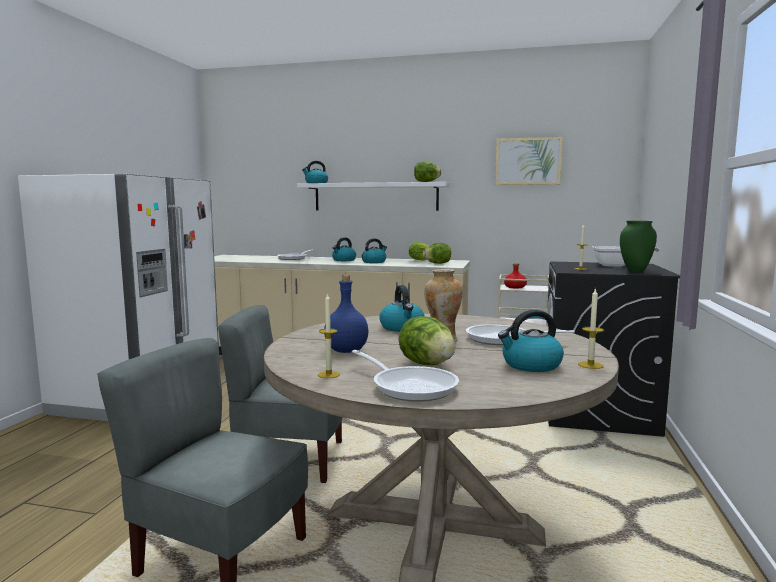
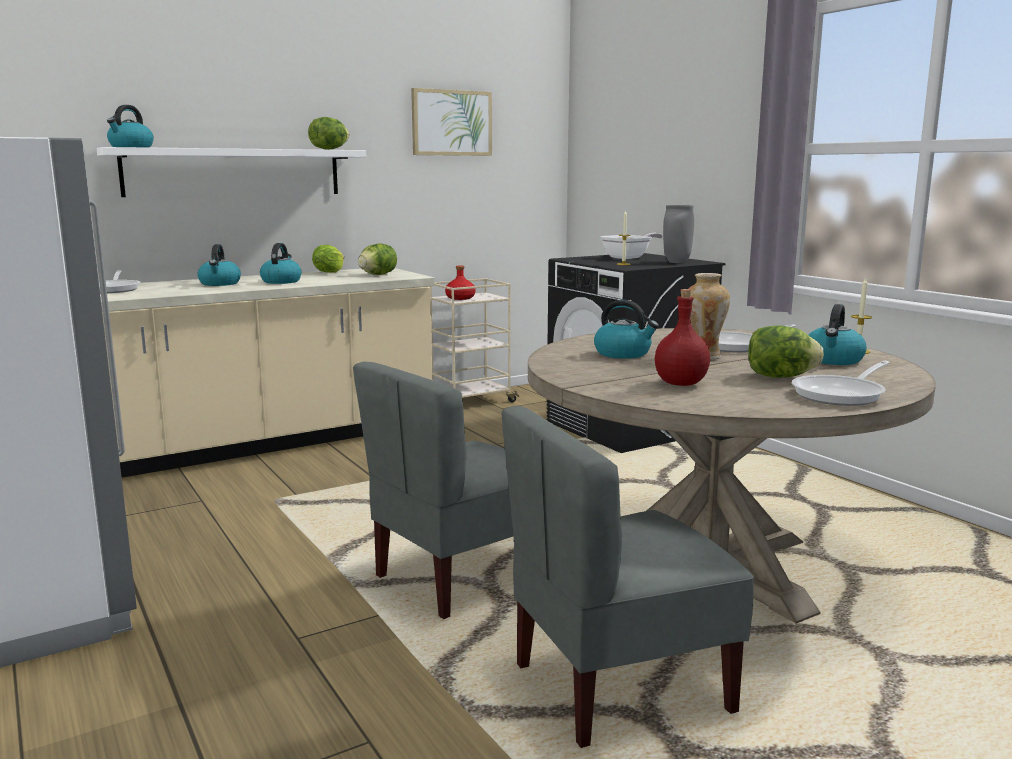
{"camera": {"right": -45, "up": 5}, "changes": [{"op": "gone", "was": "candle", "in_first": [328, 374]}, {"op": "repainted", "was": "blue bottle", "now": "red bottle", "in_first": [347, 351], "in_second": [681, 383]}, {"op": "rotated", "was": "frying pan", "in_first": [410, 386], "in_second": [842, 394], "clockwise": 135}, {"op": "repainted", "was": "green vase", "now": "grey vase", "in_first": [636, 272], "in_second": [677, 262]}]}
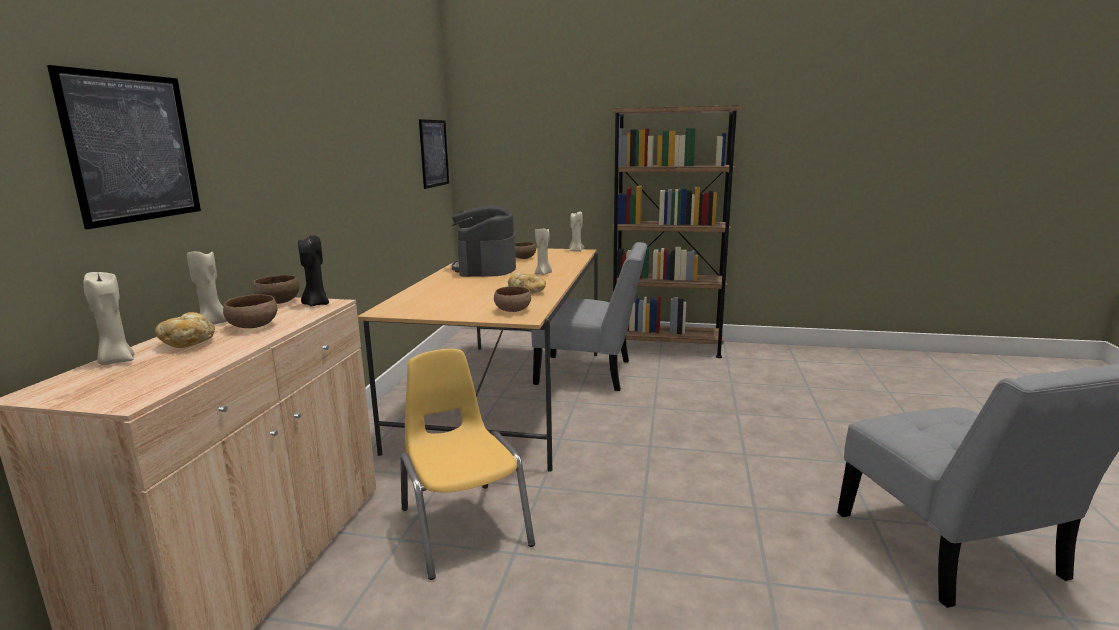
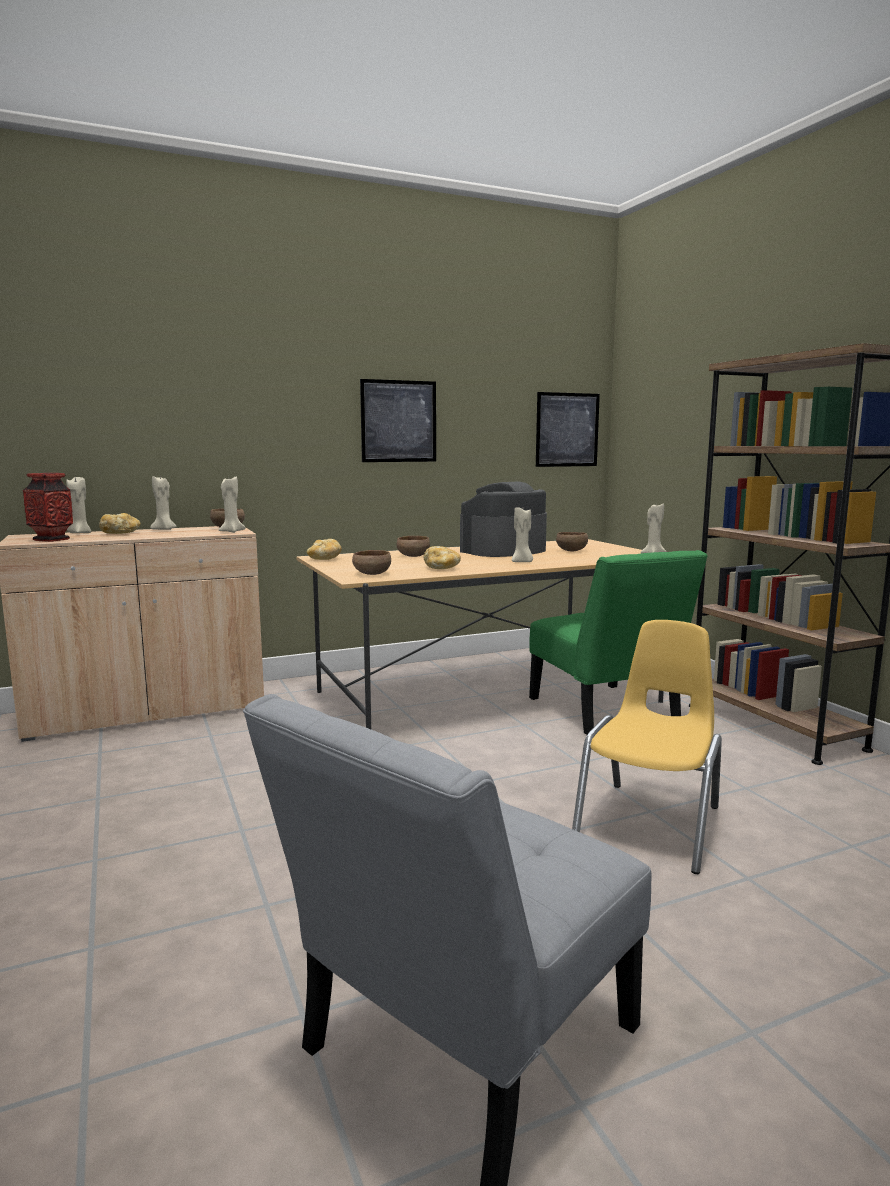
{"camera": {"right": 55, "up": -5}, "changes": [{"op": "shifted", "was": "picture", "in_first": [133, 148], "in_second": [398, 421]}, {"op": "shifted", "was": "brown bowl", "in_first": [254, 327], "in_second": [413, 556]}, {"op": "repainted", "was": "black candle", "now": "beige candle", "in_first": [316, 304], "in_second": [231, 531]}, {"op": "shifted", "was": "yellow chair", "in_first": [463, 526], "in_second": [650, 824]}, {"op": "repainted", "was": "grey chair", "now": "green chair", "in_first": [590, 373], "in_second": [606, 712]}, {"op": "new", "now": "vase", "in_second": [51, 540]}, {"op": "new", "now": "bread", "in_second": [324, 559]}]}
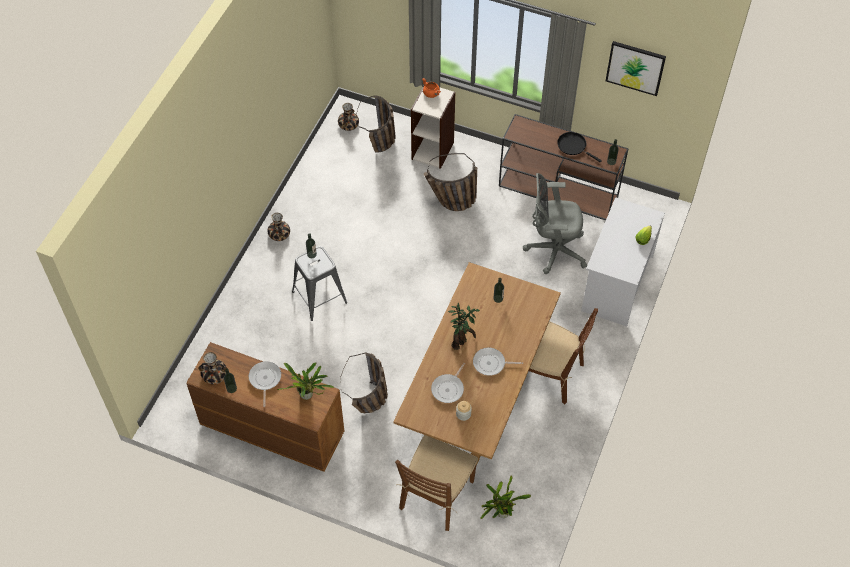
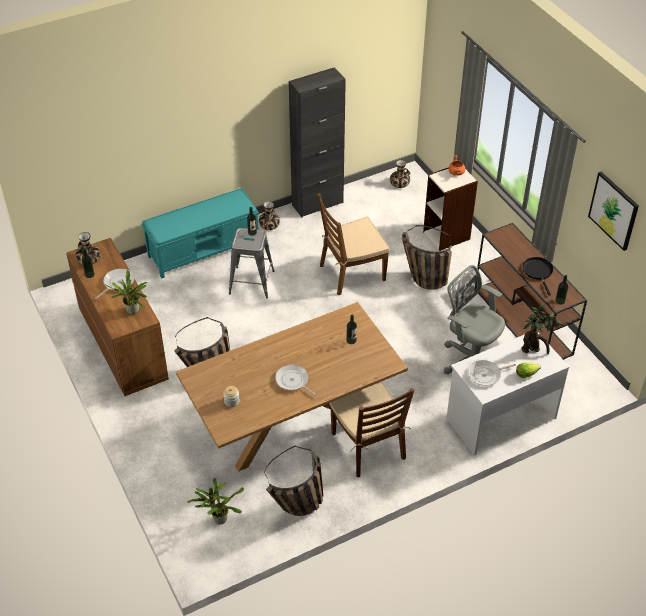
{"camera": {"right": 40, "up": -10}, "changes": [{"op": "shifted", "was": "basket", "in_first": [381, 146], "in_second": [297, 508]}, {"op": "shifted", "was": "brown chair", "in_first": [436, 495], "in_second": [351, 273]}, {"op": "shifted", "was": "frying pan", "in_first": [448, 388], "in_second": [486, 375]}, {"op": "shifted", "was": "potted plant", "in_first": [461, 342], "in_second": [533, 350]}, {"op": "new", "now": "turquoise bench", "in_second": [204, 249]}, {"op": "new", "now": "black cabinet", "in_second": [317, 204]}]}
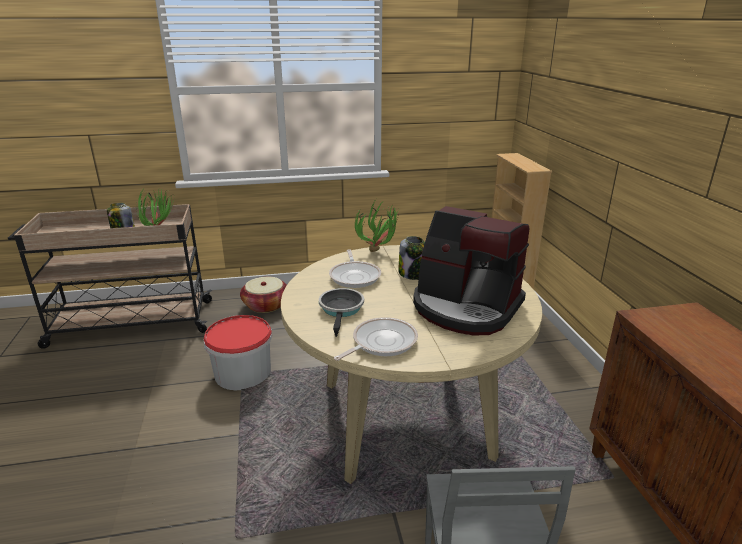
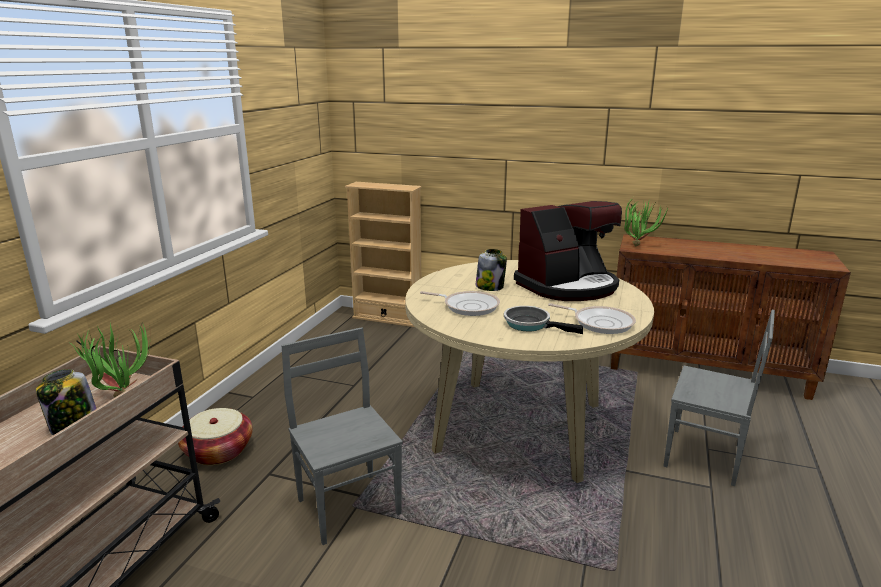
{"camera": {"right": -60, "up": -5}, "changes": [{"op": "swapped", "was": "bucket", "now": "grey chair", "in_first": [243, 373], "in_second": [349, 505]}, {"op": "rotated", "was": "frying pan", "in_first": [381, 342], "in_second": [600, 323], "clockwise": 135}, {"op": "shifted", "was": "potted plant", "in_first": [379, 252], "in_second": [638, 244]}]}
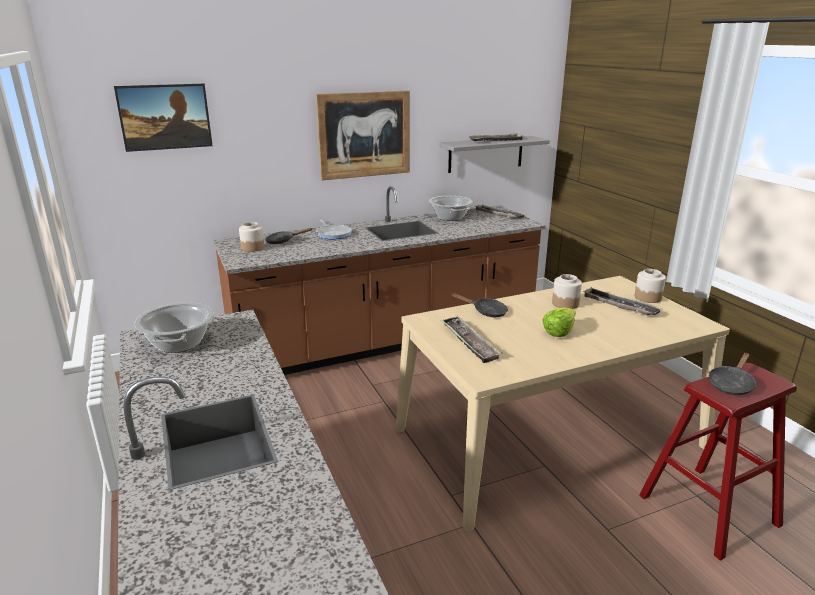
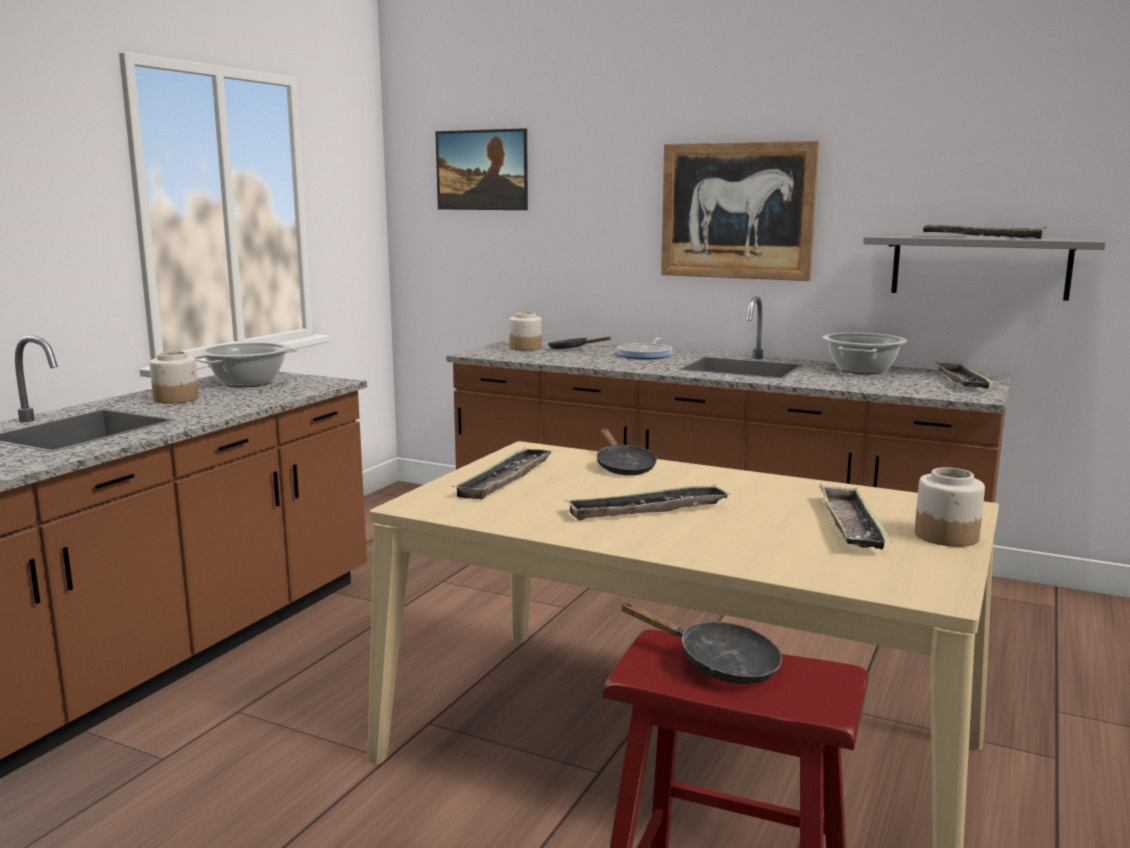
{"camera": {"right": 50, "up": -10}, "changes": [{"op": "swapped", "was": "lettuce", "now": "tray", "in_first": [558, 331], "in_second": [647, 510]}, {"op": "shifted", "was": "jar", "in_first": [565, 303], "in_second": [177, 399]}, {"op": "rotated", "was": "black frying pan", "in_first": [731, 384], "in_second": [718, 664], "clockwise": -150}]}
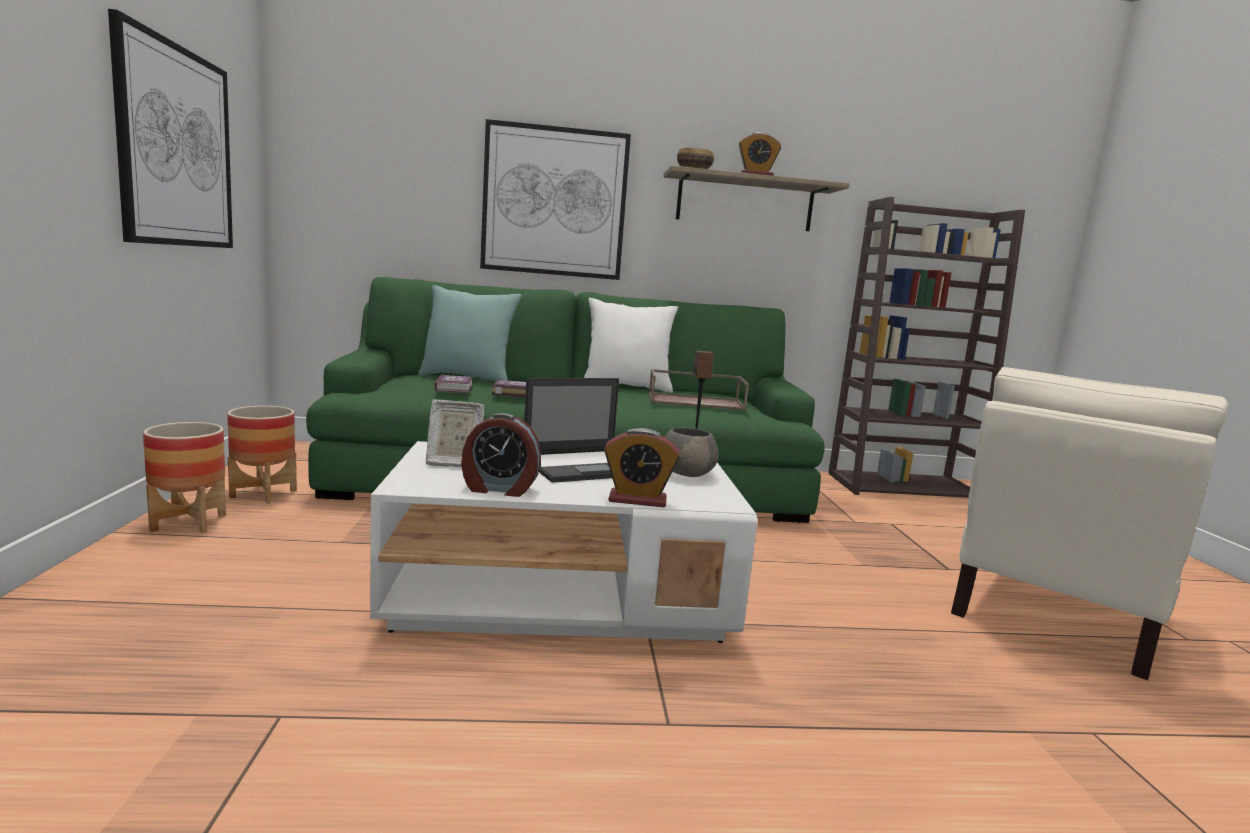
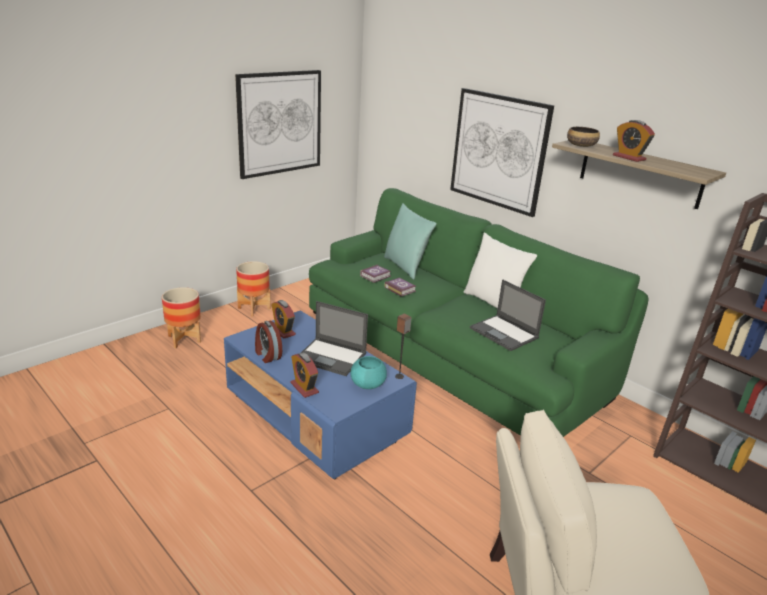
{"camera": {"right": 50, "up": 15}, "changes": [{"op": "shifted", "was": "planter", "in_first": [264, 494], "in_second": [185, 339]}, {"op": "repainted", "was": "white coffee table", "now": "blue coffee table", "in_first": [561, 597], "in_second": [315, 417]}, {"op": "swapped", "was": "picture frame", "now": "alarm clock", "in_first": [452, 463], "in_second": [283, 331]}, {"op": "swapped", "was": "brown tray", "now": "laptop", "in_first": [696, 402], "in_second": [504, 333]}, {"op": "repainted", "was": "grey bowl", "now": "turquoise bowl", "in_first": [687, 473], "in_second": [368, 384]}]}
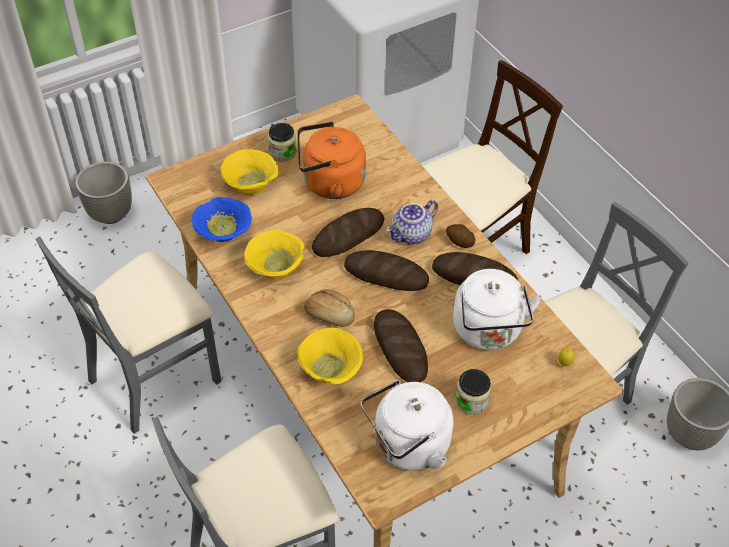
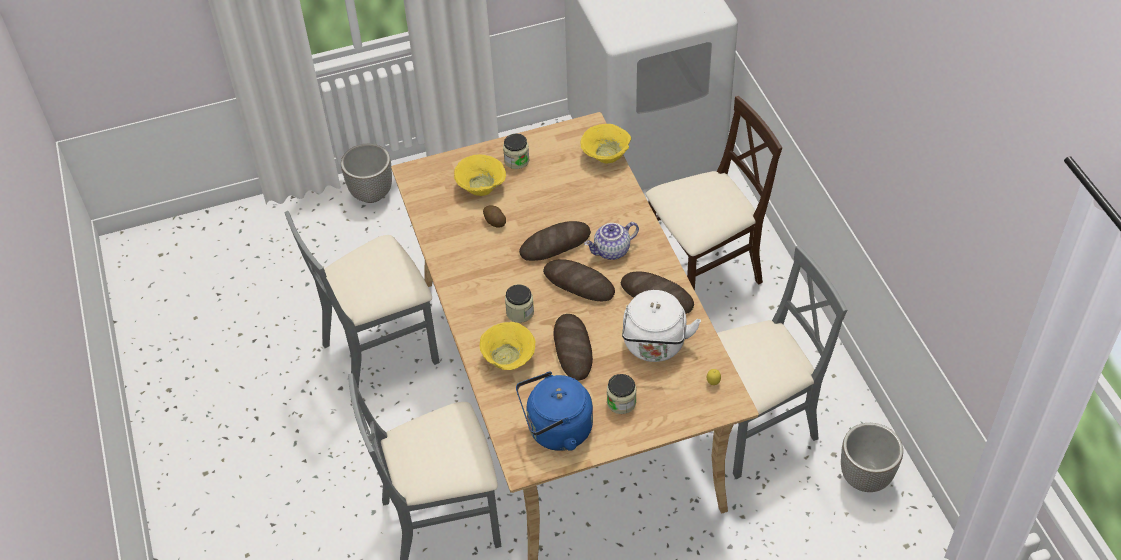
{"camera": {"right": 15, "up": 0}, "changes": [{"op": "gone", "was": "blue bowl", "in_first": [222, 234]}, {"op": "shifted", "was": "yellow bowl", "in_first": [276, 267], "in_second": [606, 154]}, {"op": "gone", "was": "orange kettle", "in_first": [329, 183]}, {"op": "swapped", "was": "bread", "now": "jar", "in_first": [329, 315], "in_second": [520, 312]}, {"op": "repainted", "was": "white kettle", "now": "blue kettle", "in_first": [407, 446], "in_second": [556, 431]}, {"op": "shifted", "was": "potato", "in_first": [459, 242], "in_second": [494, 221]}]}
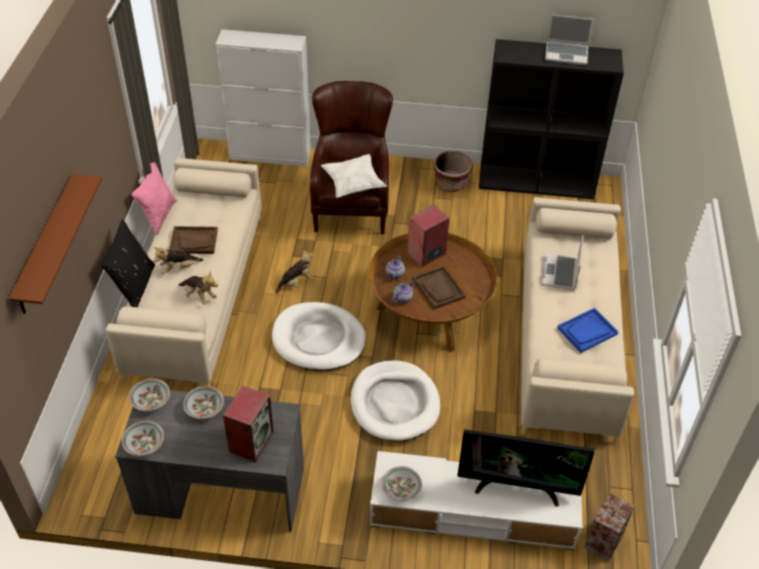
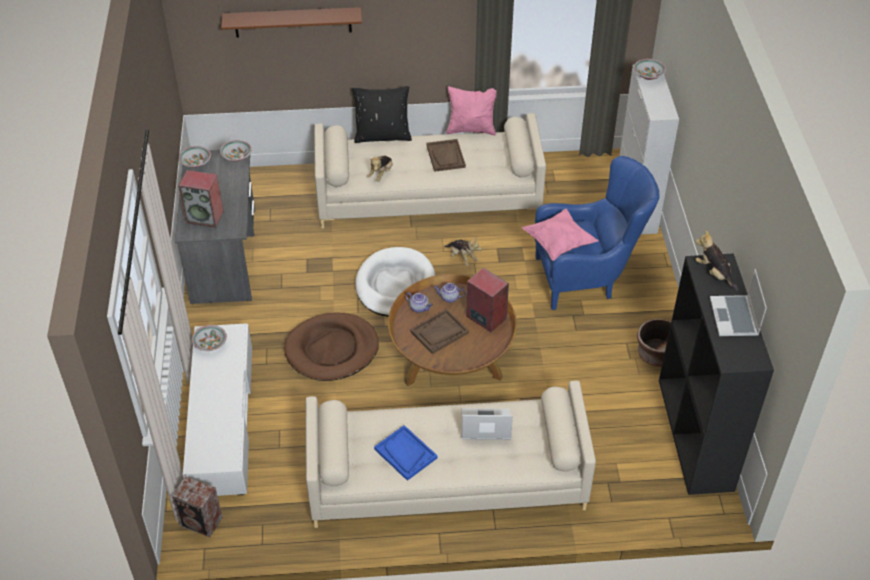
{"camera": {"right": 80, "up": 0}, "changes": [{"op": "shifted", "was": "plush toy", "in_first": [178, 268], "in_second": [714, 273]}, {"op": "shifted", "was": "bowl", "in_first": [204, 409], "in_second": [648, 75]}, {"op": "repainted", "was": "brown armchair", "now": "blue armchair", "in_first": [351, 204], "in_second": [586, 278]}, {"op": "repainted", "was": "white pillow", "now": "pink pillow", "in_first": [353, 185], "in_second": [558, 243]}, {"op": "repainted", "was": "white dog bed", "now": "brown dog bed", "in_first": [394, 403], "in_second": [332, 350]}, {"op": "gone", "was": "television", "in_first": [517, 486]}]}
